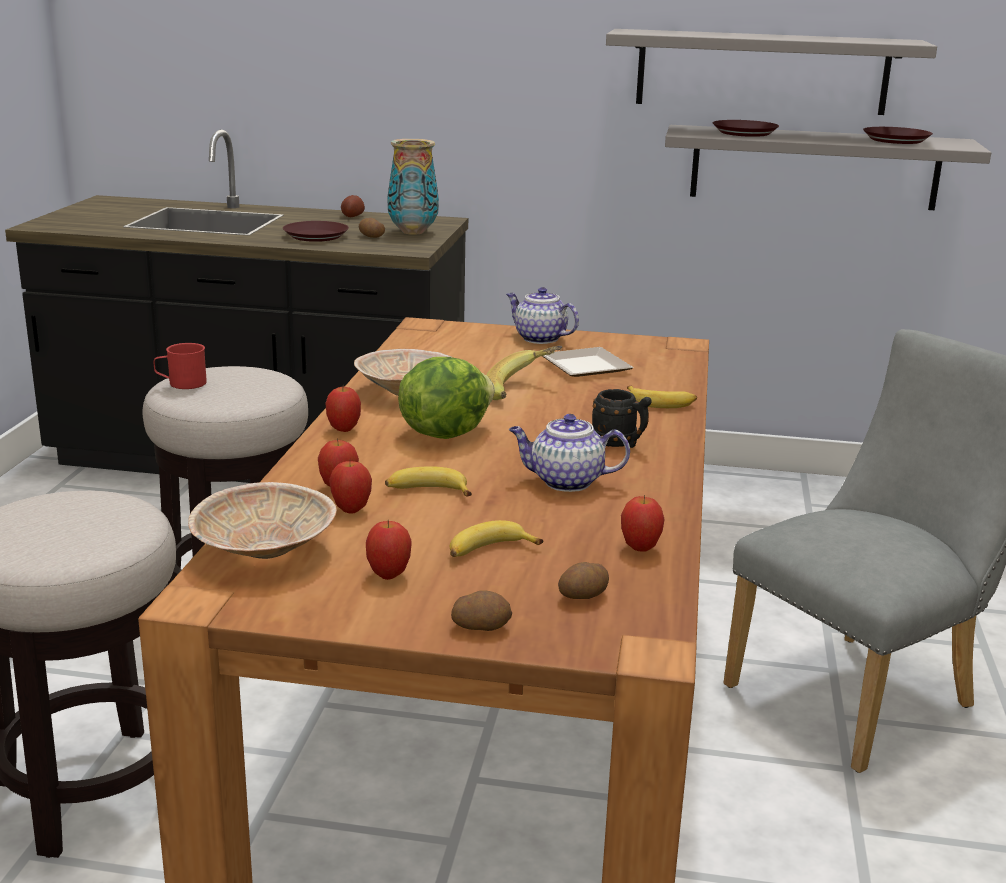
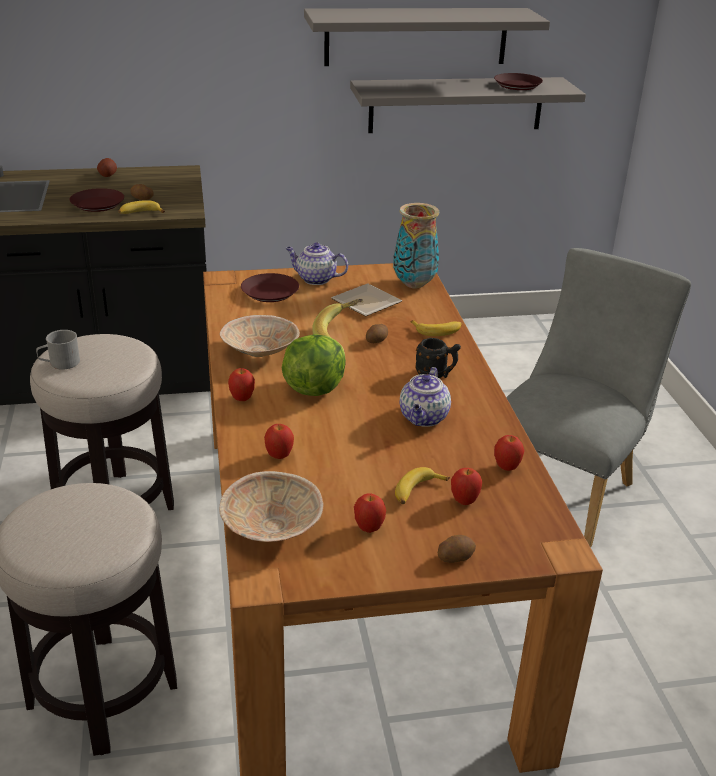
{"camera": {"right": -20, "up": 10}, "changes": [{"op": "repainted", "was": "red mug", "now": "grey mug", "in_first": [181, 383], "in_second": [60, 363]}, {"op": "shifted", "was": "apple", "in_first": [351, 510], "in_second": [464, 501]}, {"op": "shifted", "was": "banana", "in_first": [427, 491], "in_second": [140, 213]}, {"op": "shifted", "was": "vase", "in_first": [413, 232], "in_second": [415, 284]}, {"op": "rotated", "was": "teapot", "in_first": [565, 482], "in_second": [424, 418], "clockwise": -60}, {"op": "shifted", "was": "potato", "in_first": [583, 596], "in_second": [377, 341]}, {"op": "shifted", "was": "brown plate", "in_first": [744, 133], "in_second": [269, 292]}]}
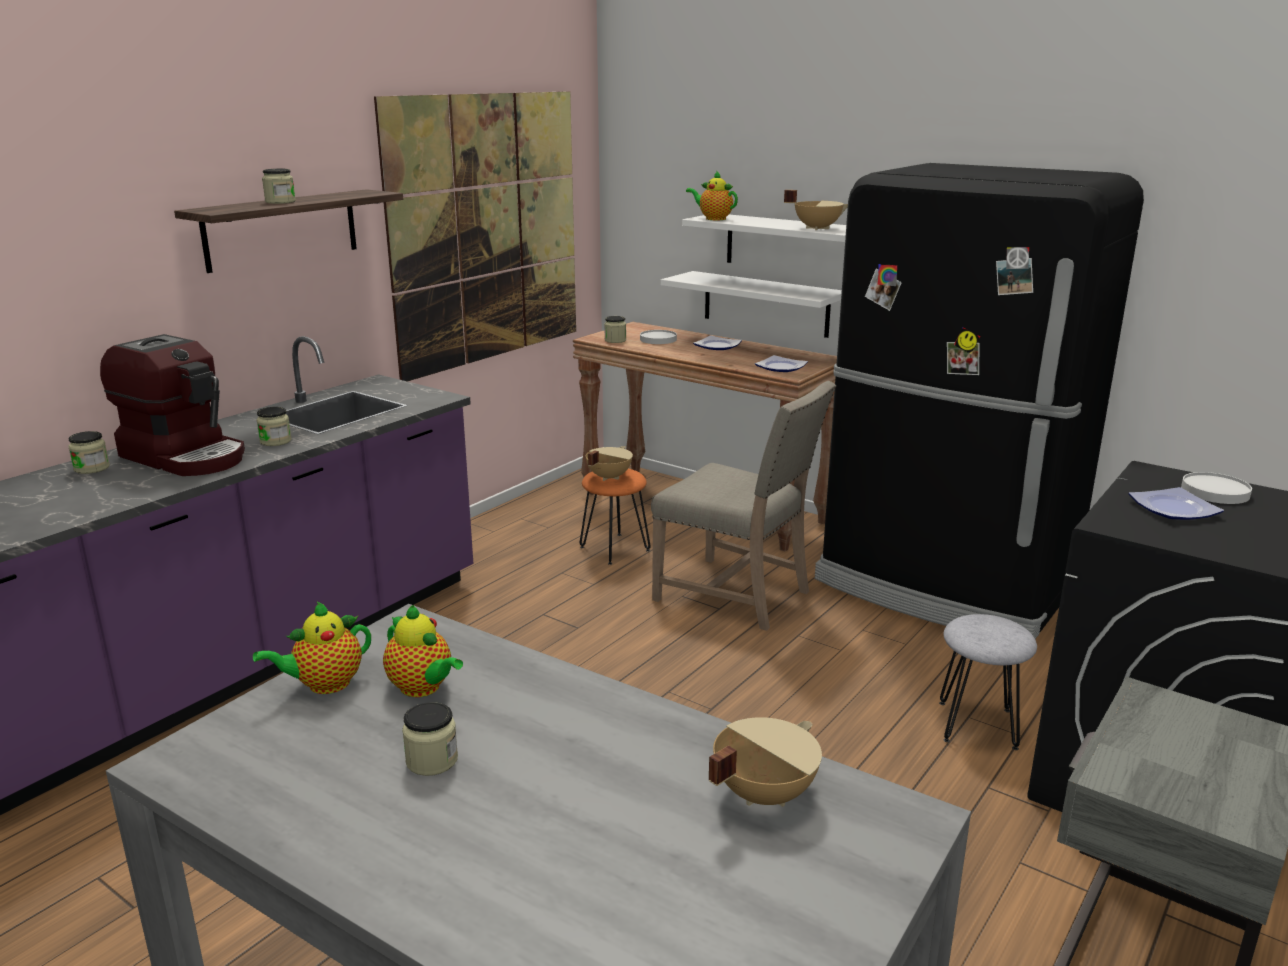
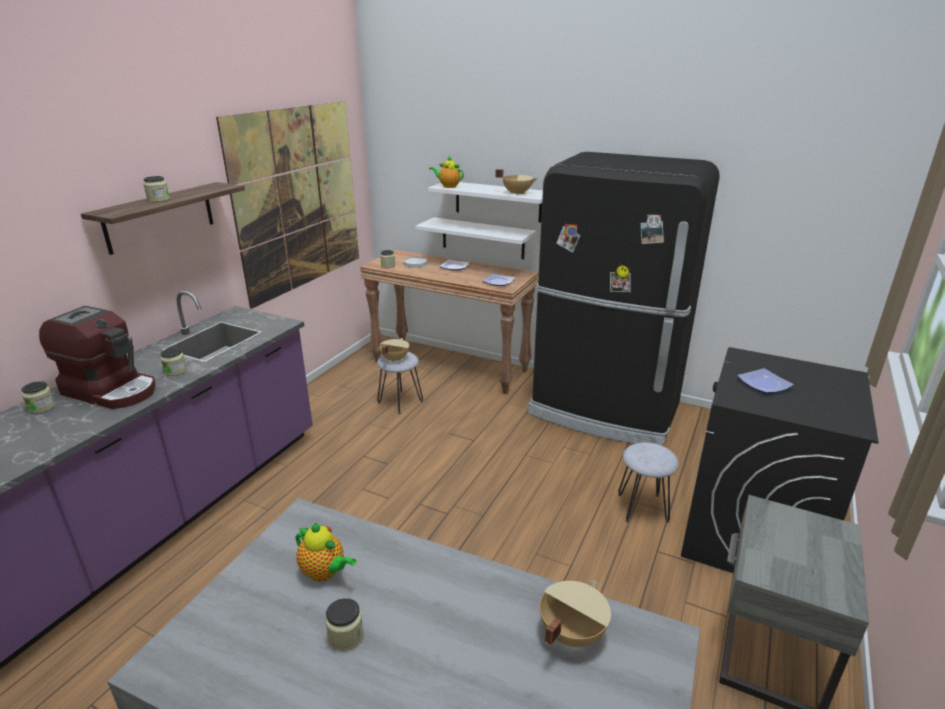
{"camera": {"right": -10, "up": 5}, "changes": [{"op": "gone", "was": "teapot", "in_first": [324, 685]}, {"op": "repainted", "was": "orange stool", "now": "grey stool", "in_first": [615, 548], "in_second": [400, 402]}, {"op": "gone", "was": "beige chair", "in_first": [737, 595]}, {"op": "gone", "was": "white plate", "in_first": [1215, 492]}]}
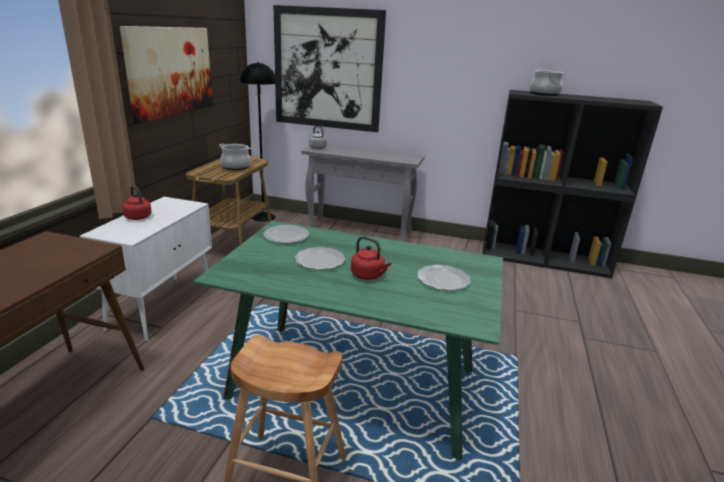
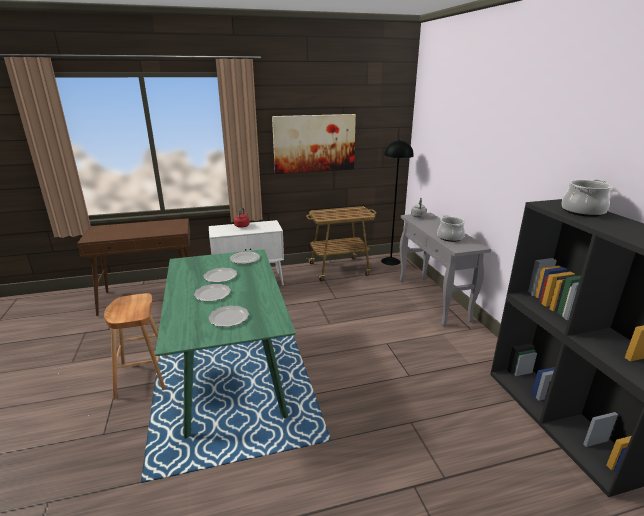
{"camera": {"right": 60, "up": 0}, "changes": [{"op": "shifted", "was": "cooking pot", "in_first": [236, 167], "in_second": [450, 237]}, {"op": "gone", "was": "picture", "in_first": [327, 69]}, {"op": "swapped", "was": "red kettle", "now": "plate", "in_first": [369, 276], "in_second": [213, 294]}]}
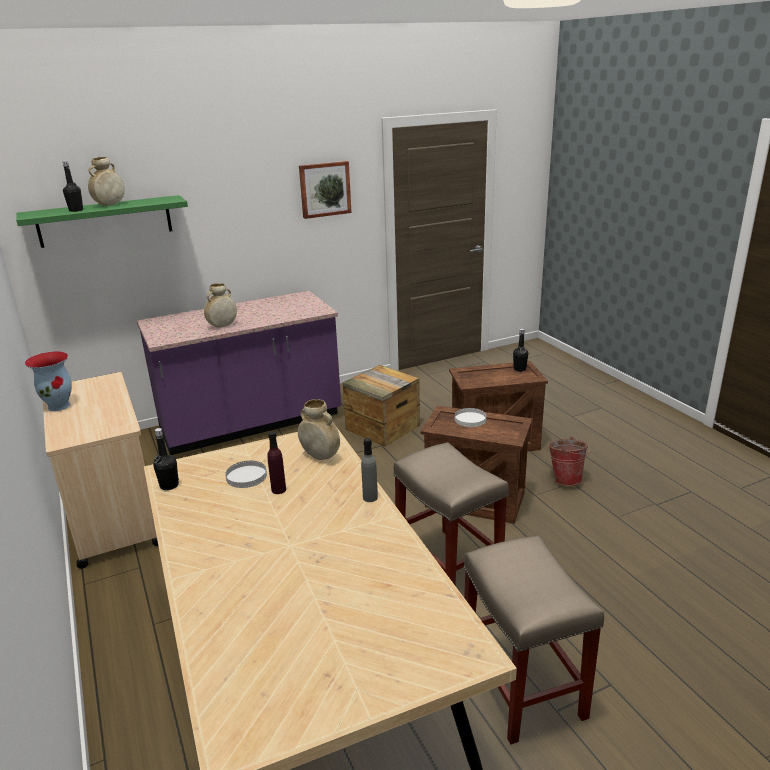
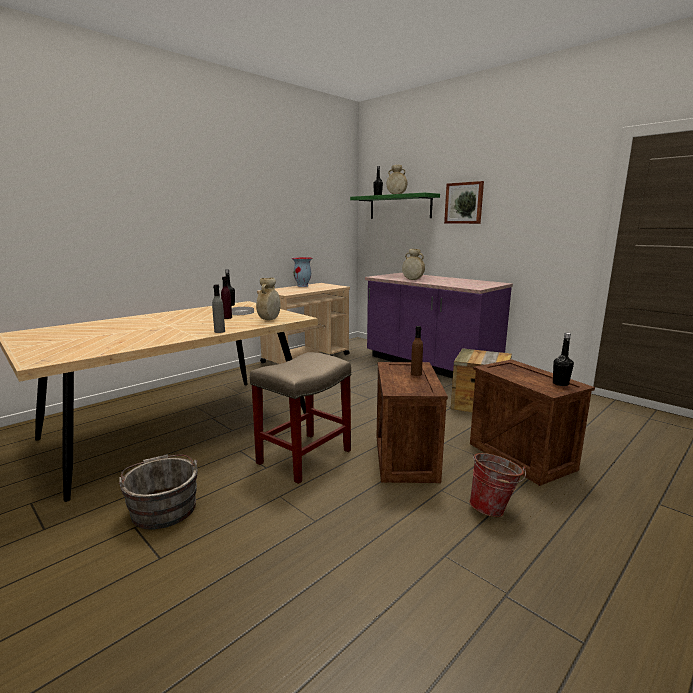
{"camera": {"right": 70, "up": -10}, "changes": [{"op": "shifted", "was": "picture", "in_first": [324, 189], "in_second": [464, 203]}, {"op": "swapped", "was": "white plate", "now": "brown bottle", "in_first": [470, 419], "in_second": [416, 374]}, {"op": "swapped", "was": "beige stool", "now": "grey bucket", "in_first": [523, 686], "in_second": [163, 507]}]}
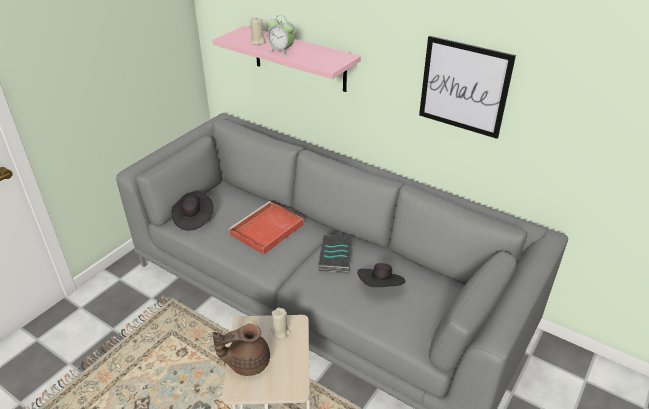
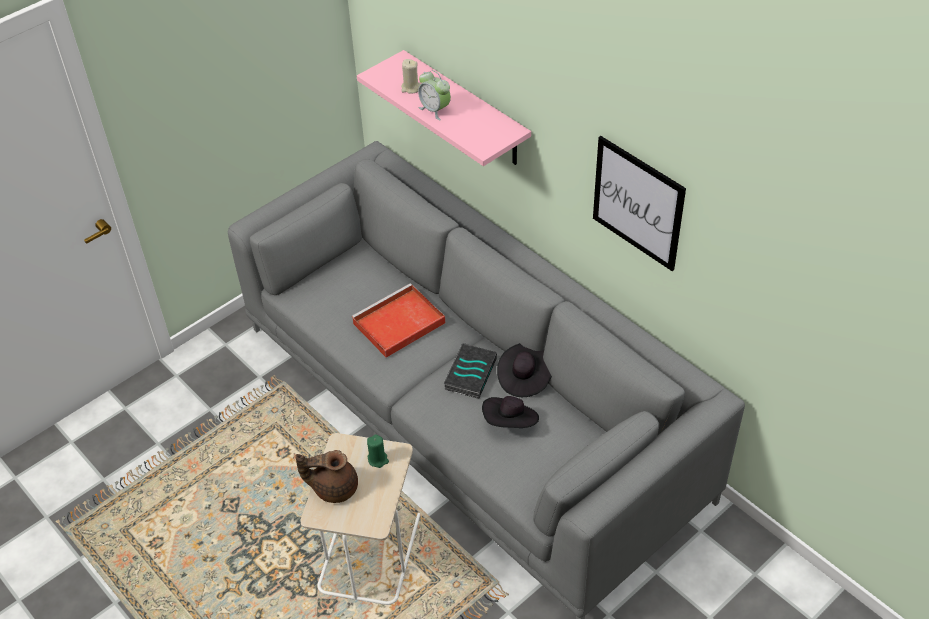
{"camera": {"right": 15, "up": 10}, "changes": [{"op": "shifted", "was": "black hat", "in_first": [193, 218], "in_second": [524, 378]}, {"op": "repainted", "was": "beige candle", "now": "green candle", "in_first": [281, 332], "in_second": [378, 459]}]}
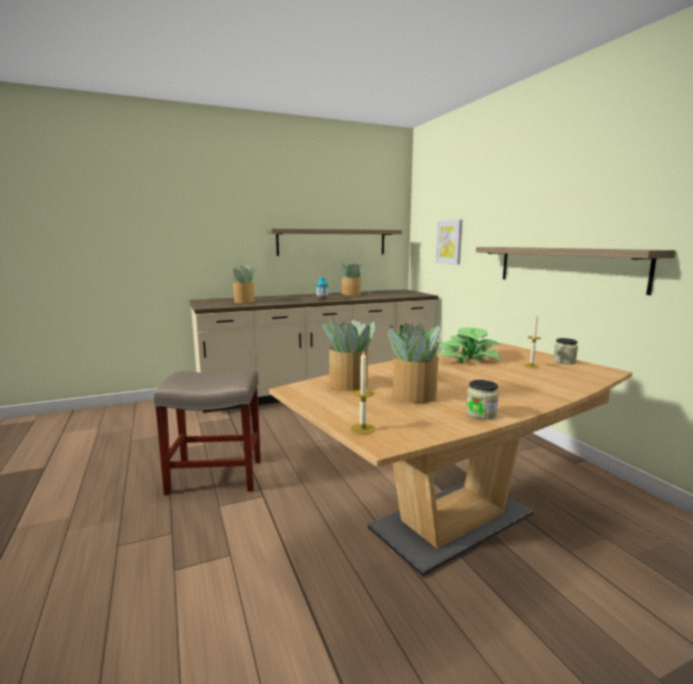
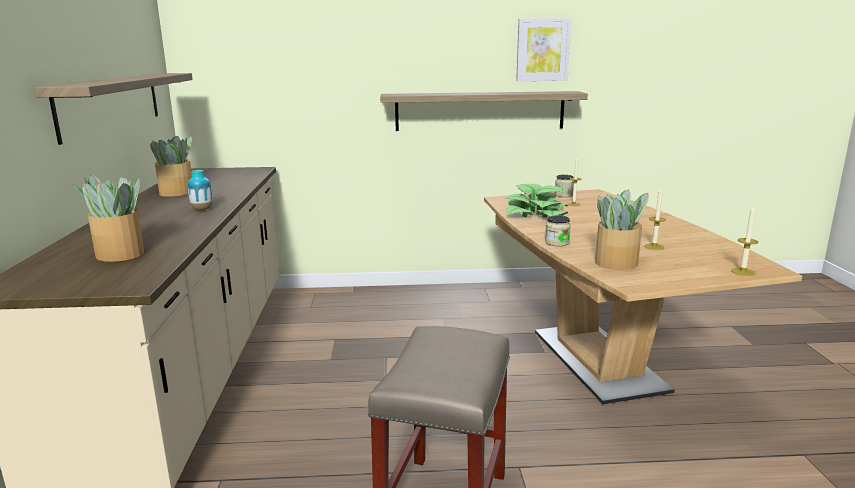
{"camera": {"right": -70, "up": 5}, "changes": [{"op": "swapped", "was": "potted plant", "now": "candle", "in_first": [413, 395], "in_second": [654, 247]}, {"op": "shifted", "was": "picture", "in_first": [449, 242], "in_second": [542, 50]}, {"op": "shifted", "was": "jar", "in_first": [481, 414], "in_second": [557, 243]}]}
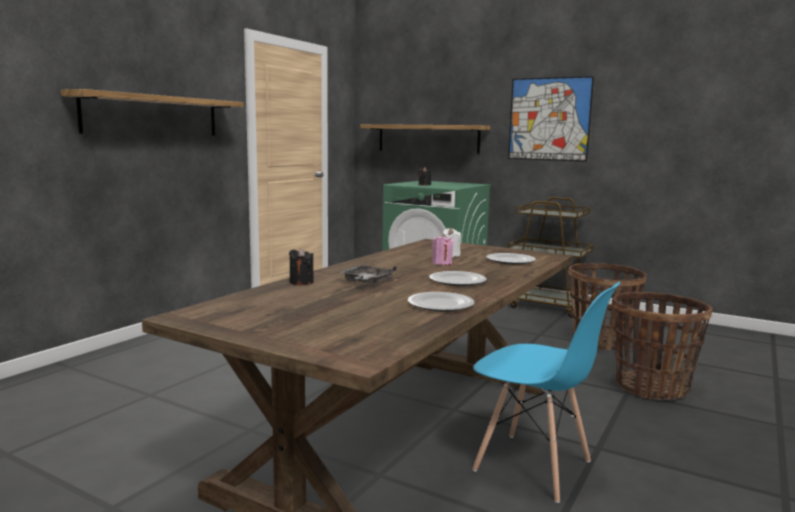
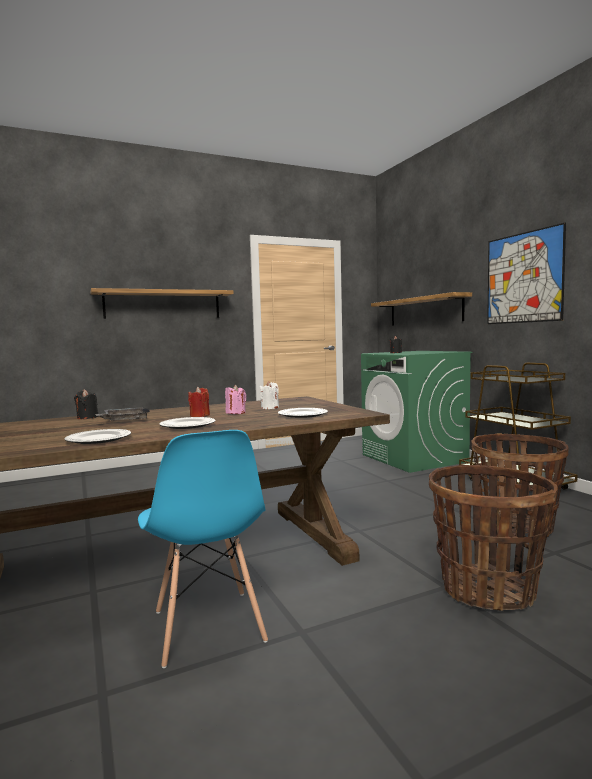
{"camera": {"right": 35, "up": -5}, "changes": [{"op": "new", "now": "red candle", "in_second": [200, 415]}]}
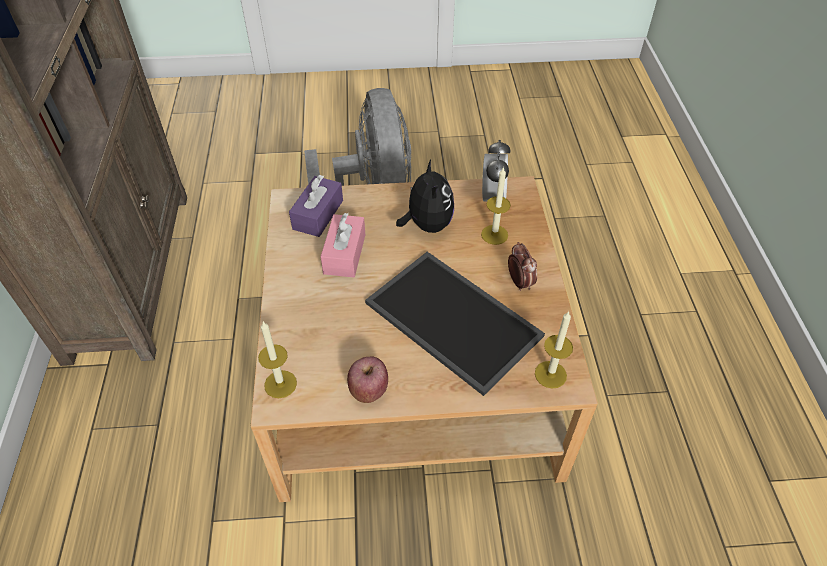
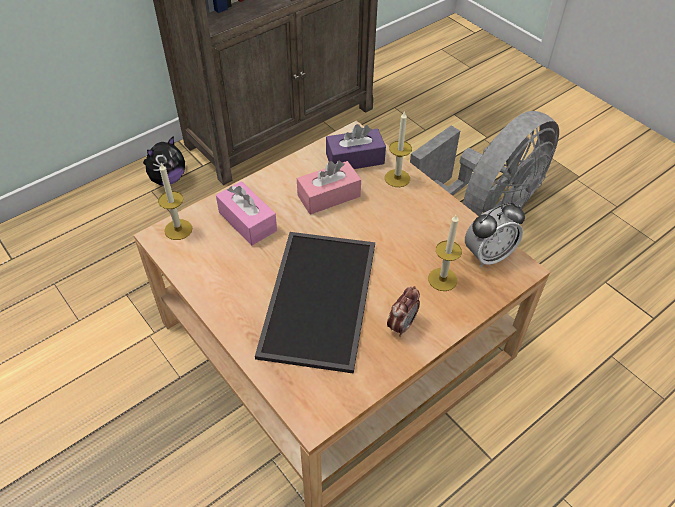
{"camera": {"right": 55, "up": 0}, "changes": [{"op": "gone", "was": "apple", "in_first": [368, 390]}, {"op": "shifted", "was": "plush toy", "in_first": [427, 225], "in_second": [168, 179]}, {"op": "shifted", "was": "candle", "in_first": [550, 374], "in_second": [397, 178]}, {"op": "new", "now": "pink tissue box", "in_second": [247, 221]}]}
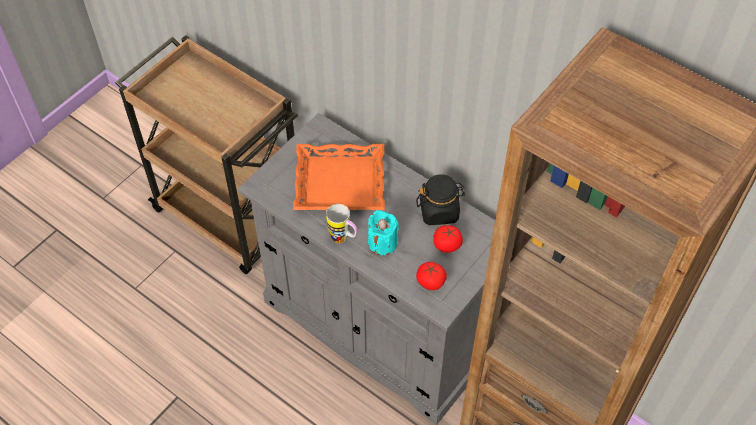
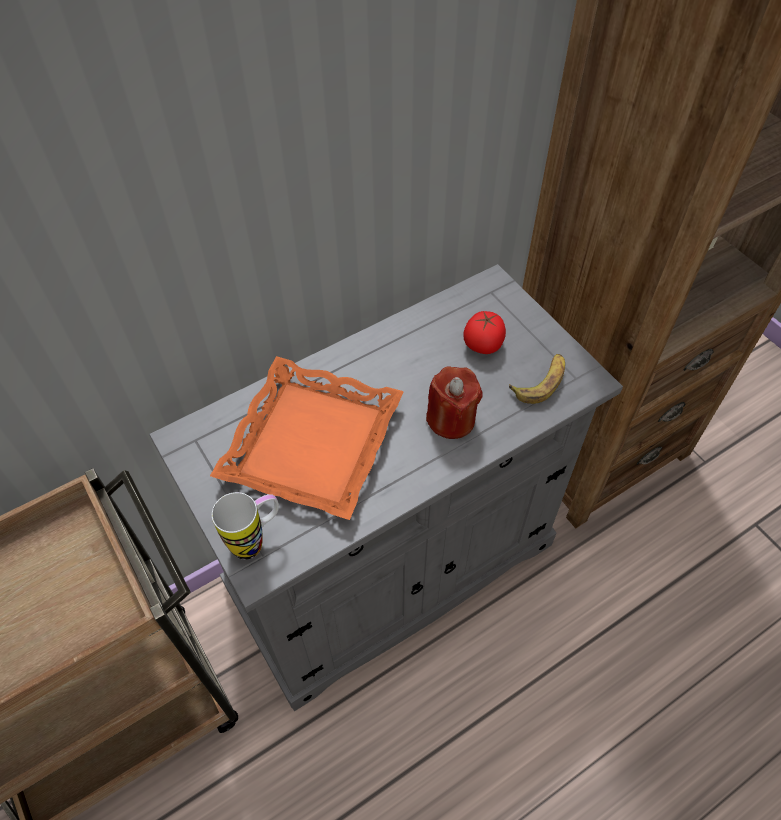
{"camera": {"right": -70, "up": 0}, "changes": [{"op": "shifted", "was": "mug", "in_first": [343, 239], "in_second": [256, 540]}, {"op": "repainted", "was": "turquoise candle", "now": "red candle", "in_first": [382, 243], "in_second": [451, 419]}, {"op": "gone", "was": "black jar", "in_first": [439, 211]}, {"op": "swapped", "was": "tomato", "now": "banana", "in_first": [430, 282], "in_second": [540, 382]}]}
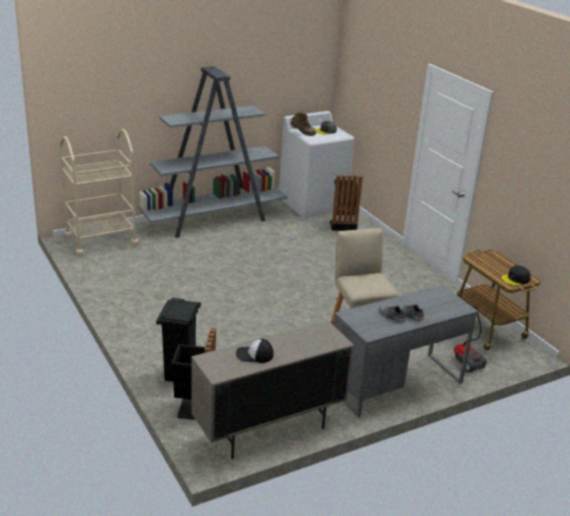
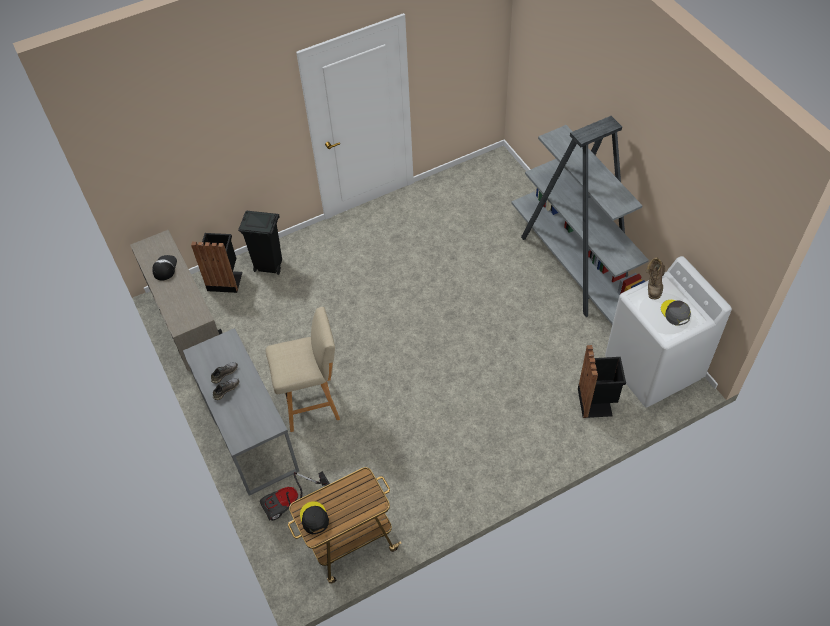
{"camera": {"right": 95, "up": 25}, "changes": [{"op": "gone", "was": "beige cart", "in_first": [101, 241]}]}
